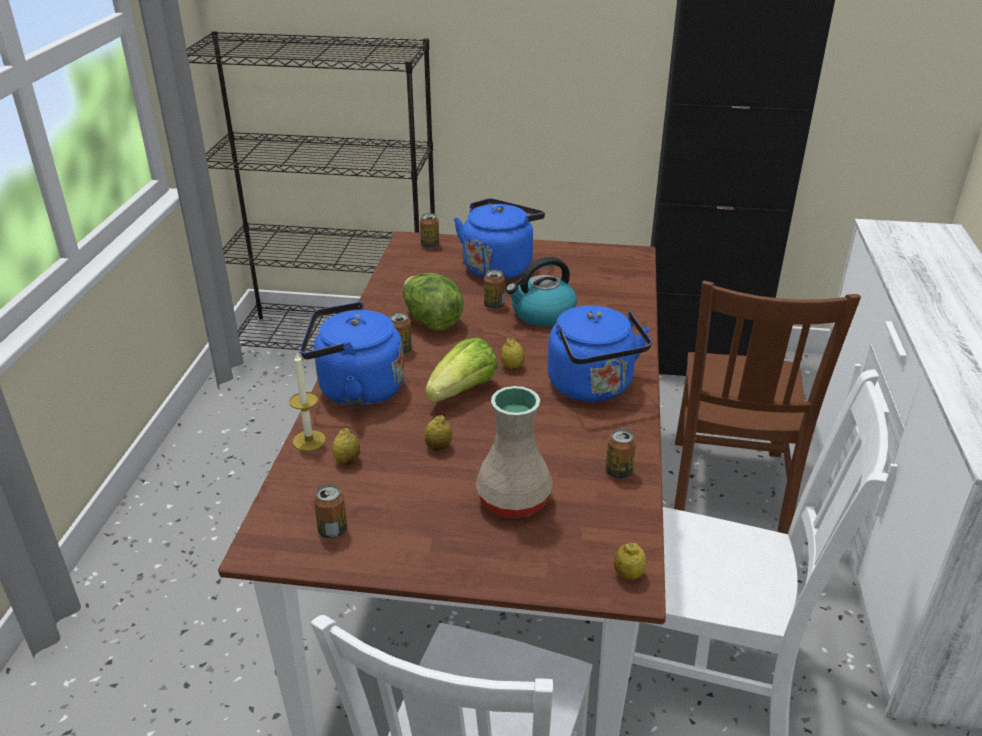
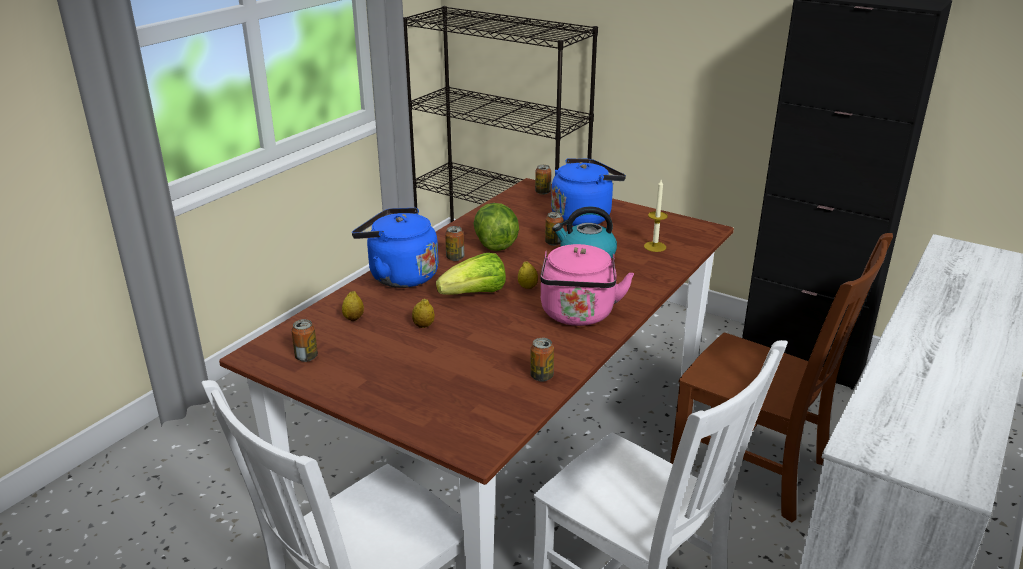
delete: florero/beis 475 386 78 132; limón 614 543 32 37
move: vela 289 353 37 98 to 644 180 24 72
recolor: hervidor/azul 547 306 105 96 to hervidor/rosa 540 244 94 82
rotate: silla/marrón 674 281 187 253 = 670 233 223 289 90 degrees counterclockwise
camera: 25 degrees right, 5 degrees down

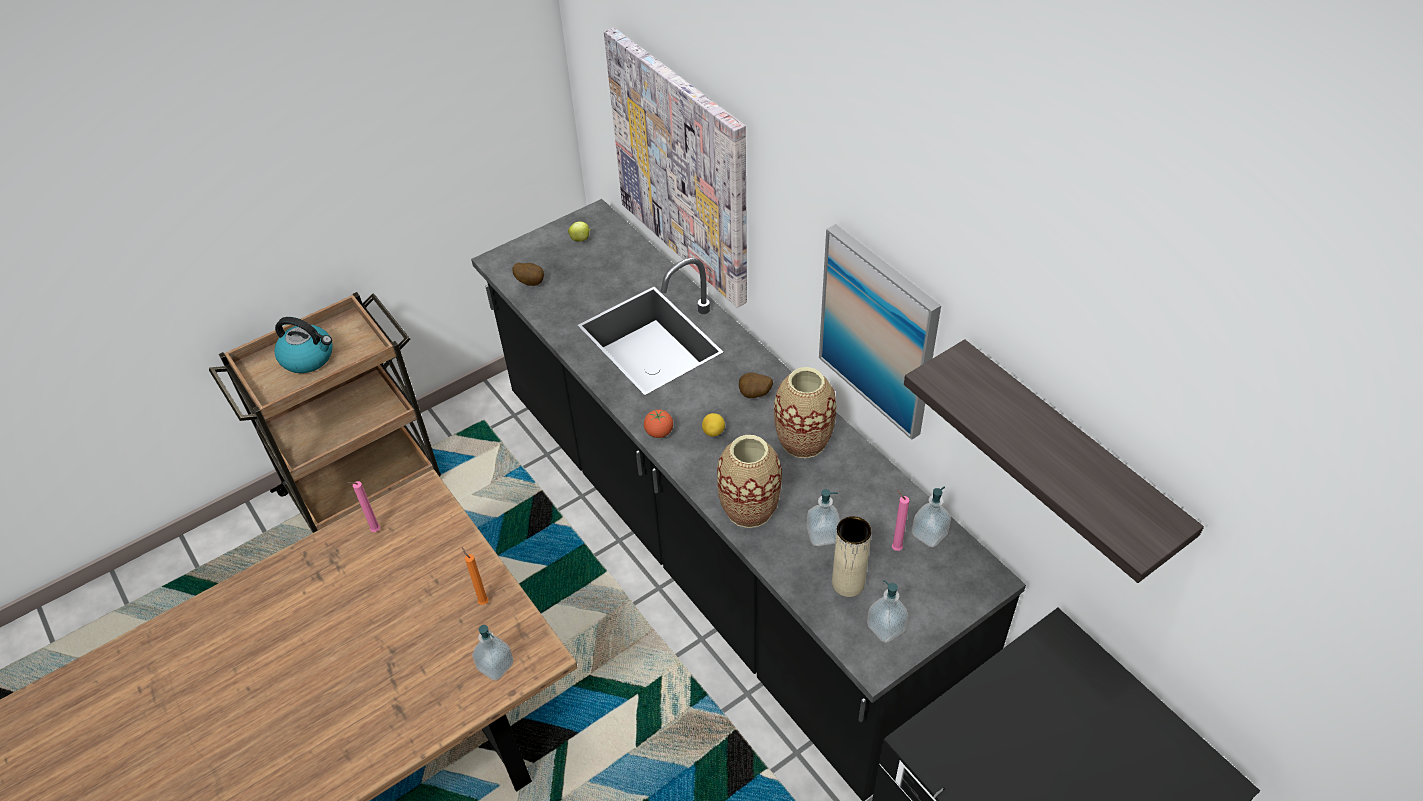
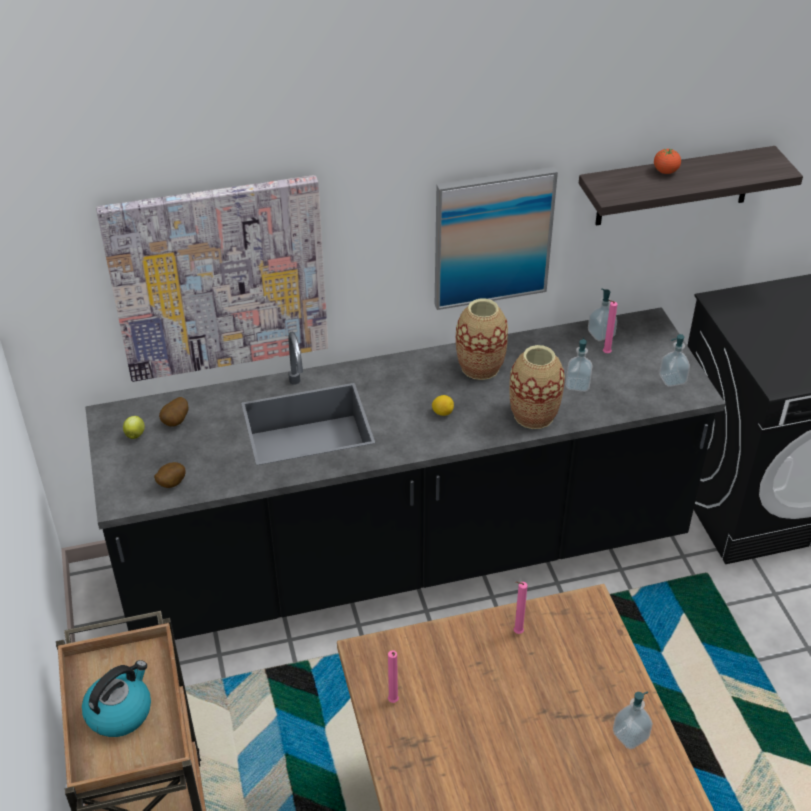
delete: florero/beis 832 516 40 81
move: patata 739 373 34 25 to 159 397 30 30; dispensador de jabón 472 625 42 56 to 613 691 40 58; tomate 644 410 29 28 to 654 149 27 25
recolor: vela/naranja 462 547 27 58 to vela/rosa 514 582 13 52
camera: 70 degrees left, 5 degrees down

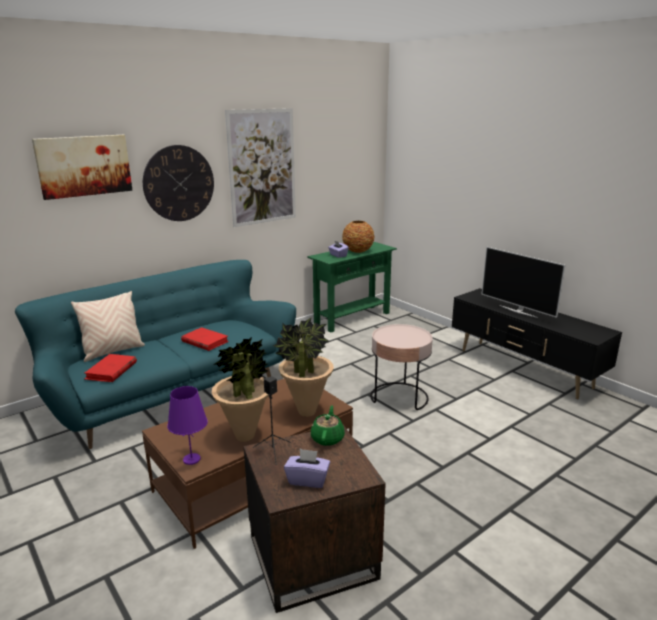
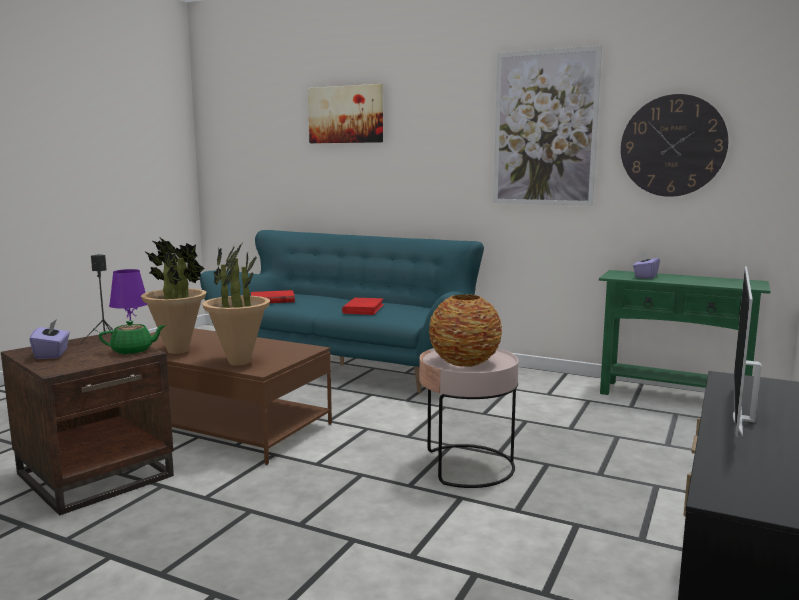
delete: cojín/beis 71 291 74 71
move: florero 342 221 33 32 to 429 294 73 73; reloj de pared 143 145 71 76 to 621 94 107 103
camera: 65 degrees right, 10 degrees down

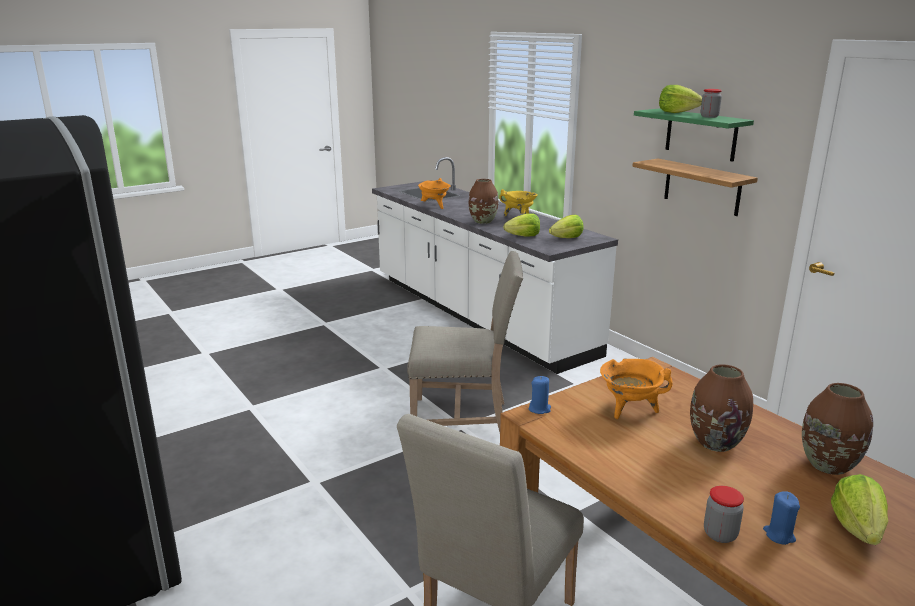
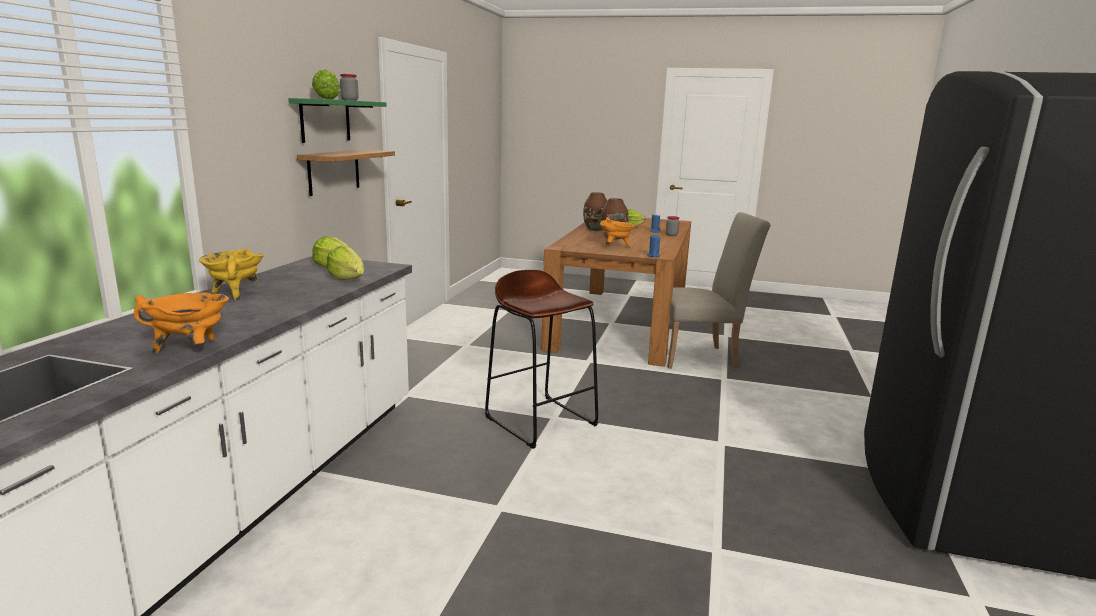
delete: florero/marrón 469 179 29 45
replace: silla/beis 407 251 116 181 to taburete/marrón 485 270 113 179
camera: 130 degrees left, 5 degrees down

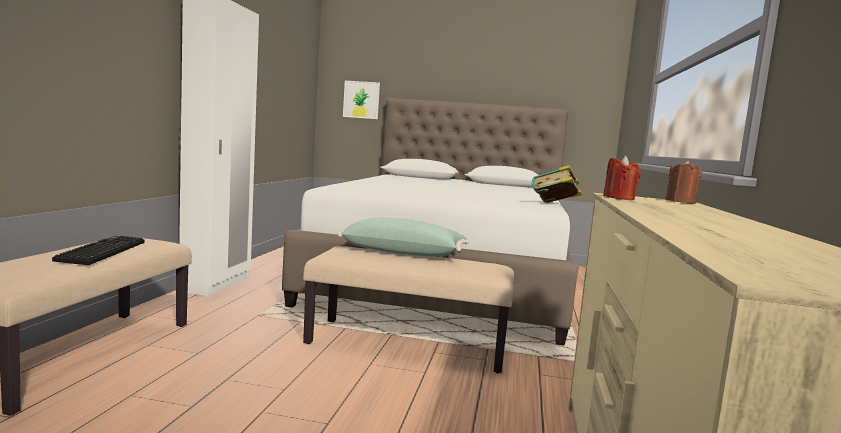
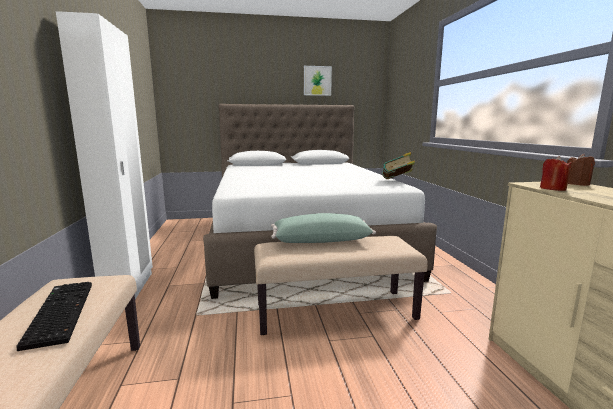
move: cuadro 343 81 37 38 to 304 66 28 30
camera: 20 degrees left, 5 degrees up

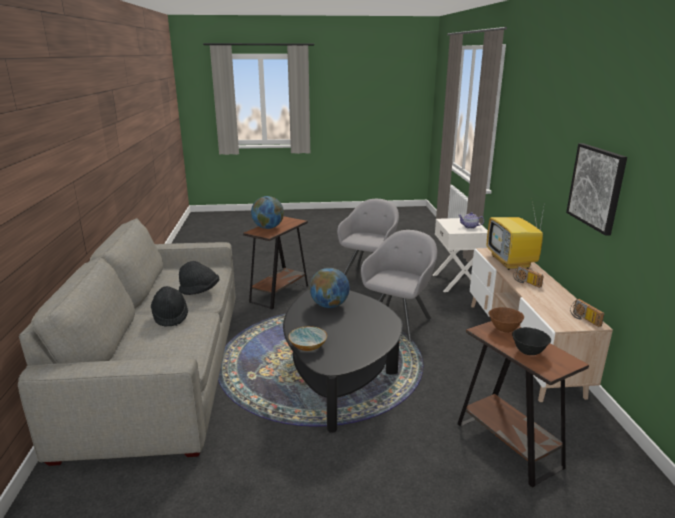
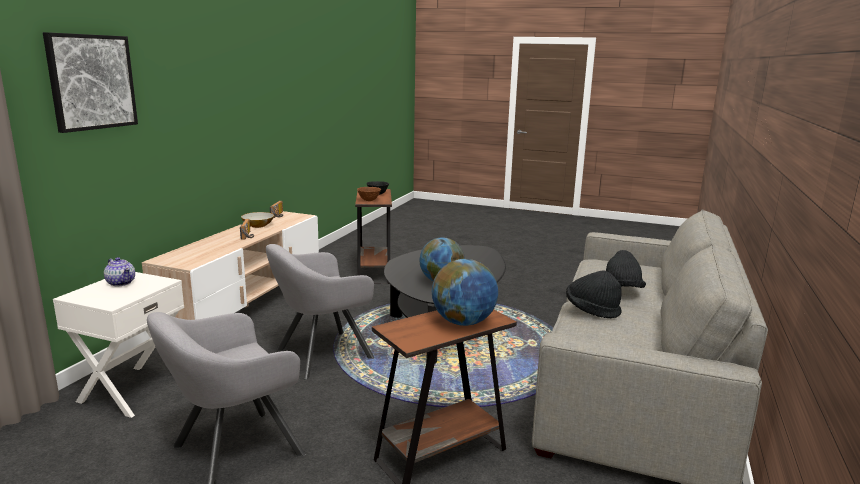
delete: televisor 487 207 57 63
move: cuadro 566 143 61 93 to 43 32 95 101; cuenco 288 326 39 25 to 241 212 33 16
camera: 155 degrees left, 5 degrees down

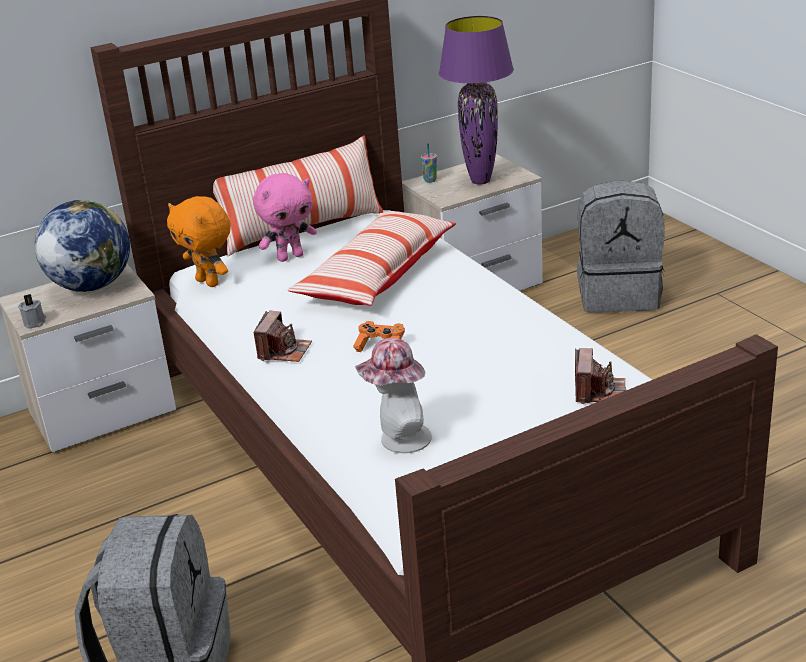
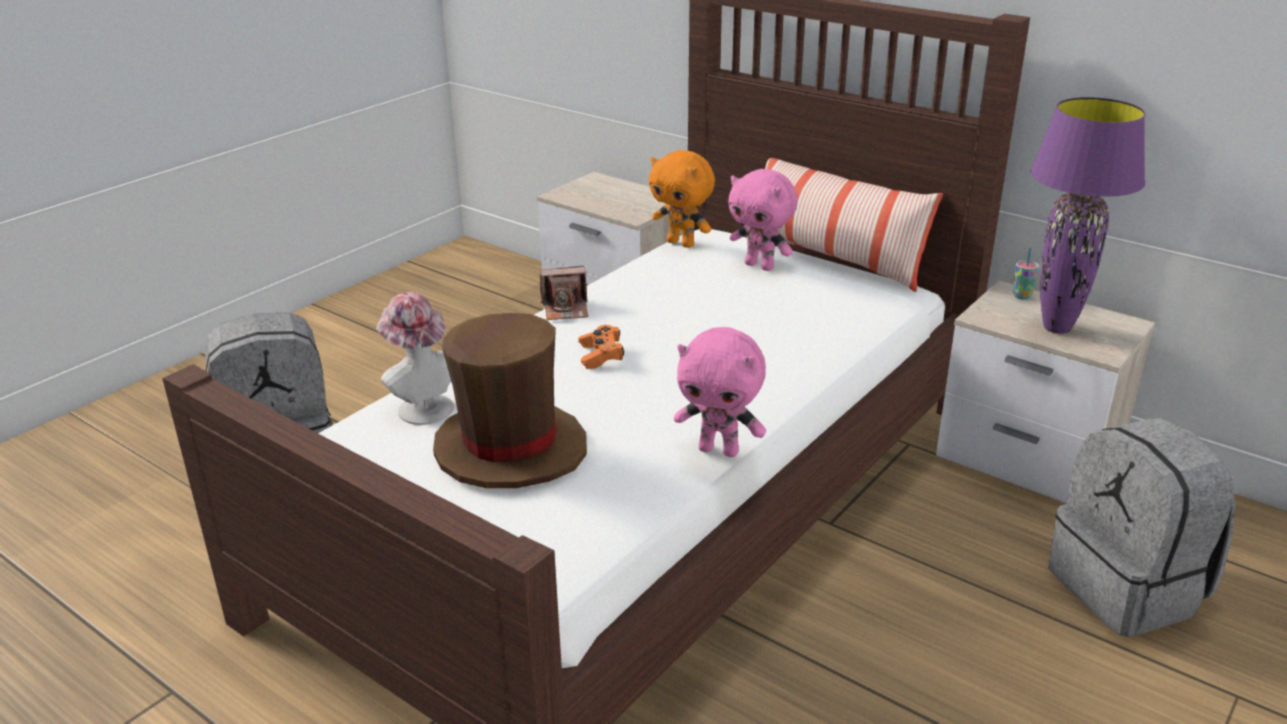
delete: vela/gris 18 294 28 35; globo terráqueo 35 200 95 92; cojín 288 211 168 95; cámara 575 348 51 56
insert: sombrero/marrón 433 313 154 175; peluche/rosa 674 327 92 130
rotate: peluche/naranja 167 196 64 91 = 649 150 66 98 75 degrees counterclockwise
camera: 65 degrees right, 0 degrees up

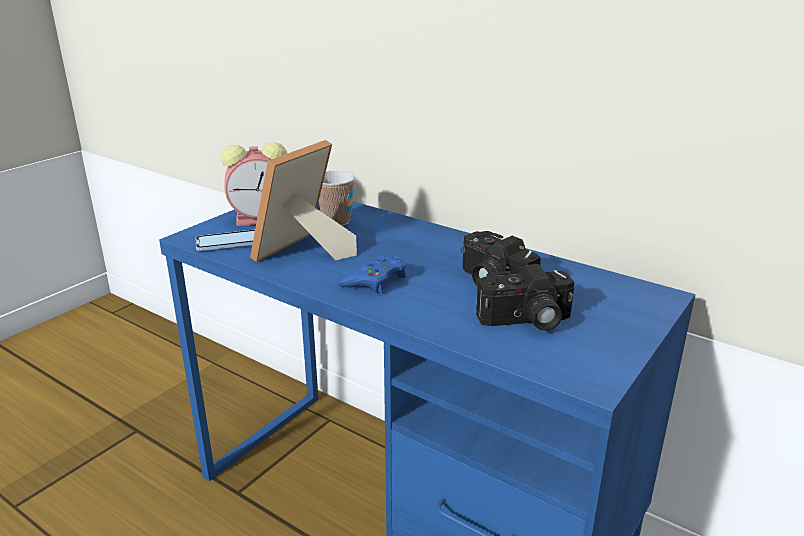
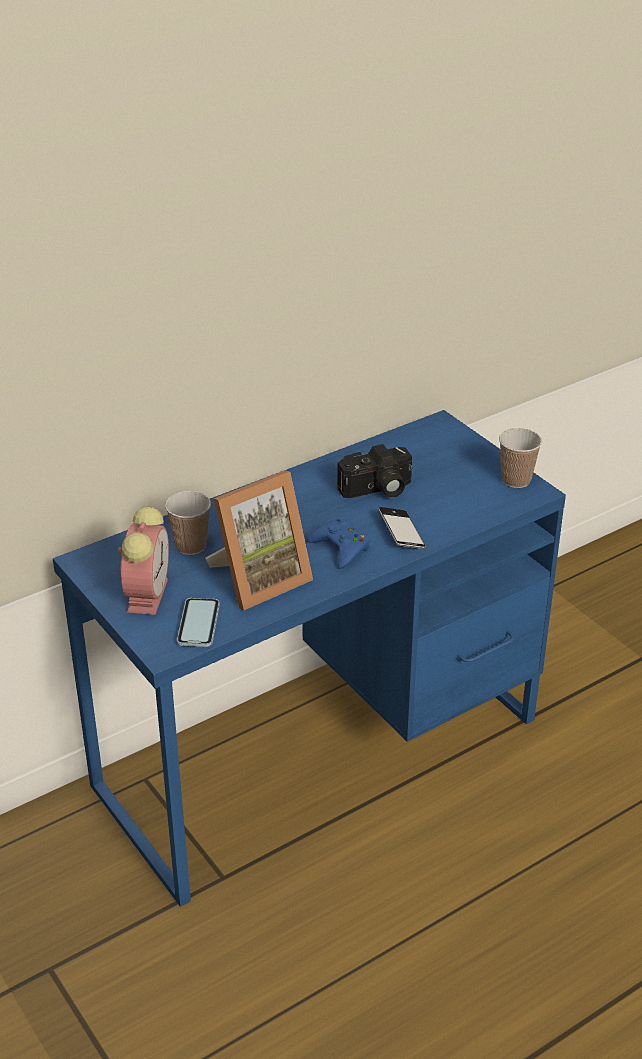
delete: cámara 476 264 98 67
insert: móvil 378 507 47 42; taza 499 428 43 60
rotate: portarretratos 250 140 107 122 = 205 470 108 140 90 degrees counterclockwise
camera: 70 degrees left, 10 degrees up

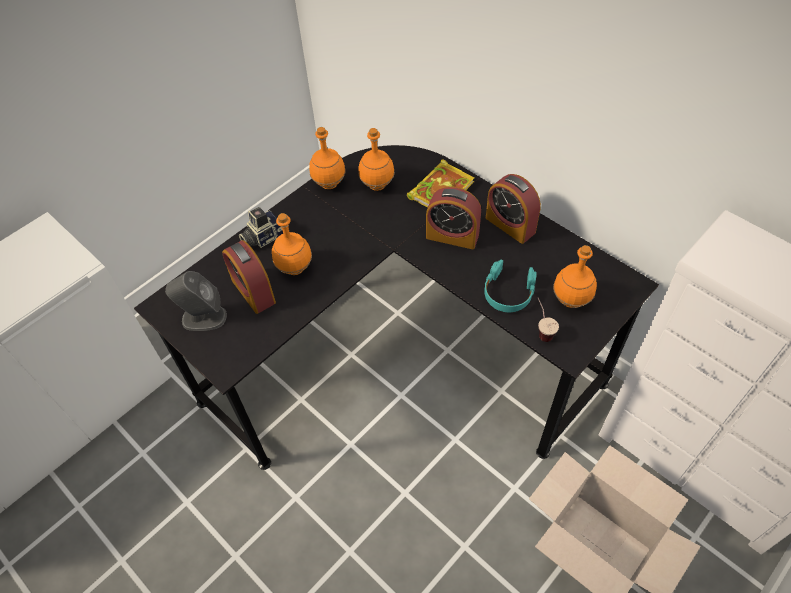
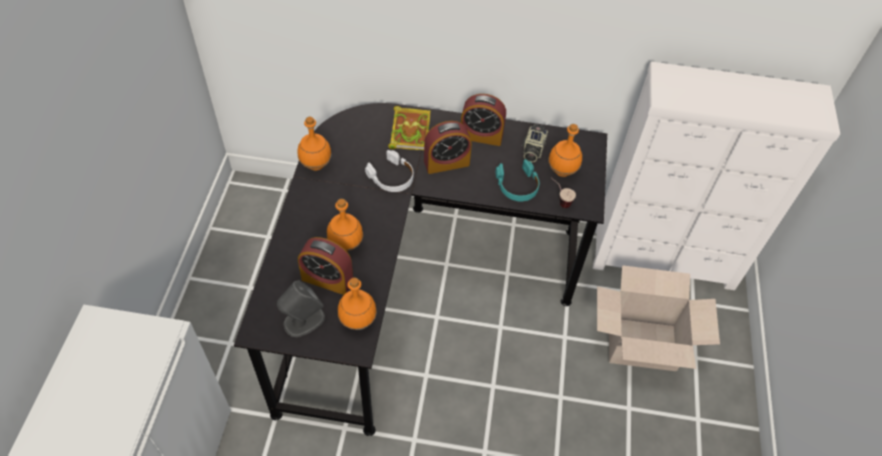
insert: auriculares/blanco 365 150 48 42
move: botella/naranja 358 128 37 63 to 338 278 39 52; cámara 239 207 44 41 to 522 124 26 38
camera: 40 degrees left, 0 degrees up

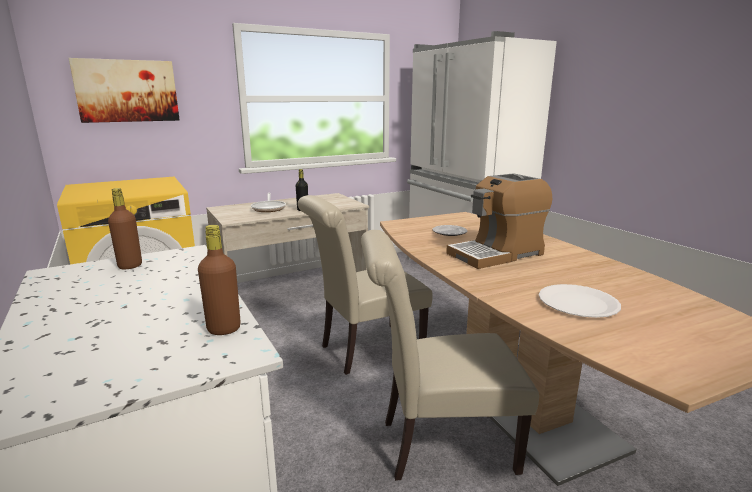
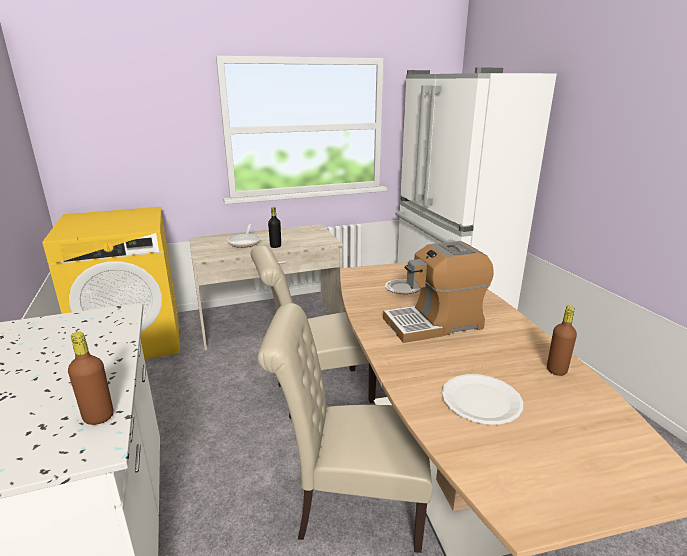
delete: cuadro 69 58 111 65
move: botella/marrón 108 188 34 81 to 547 306 30 70
camera: 10 degrees right, 5 degrees up

